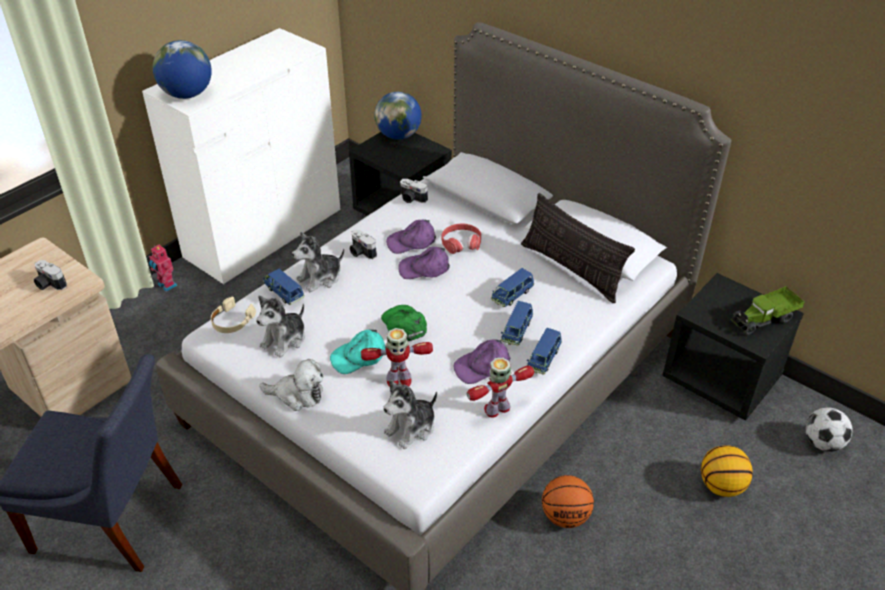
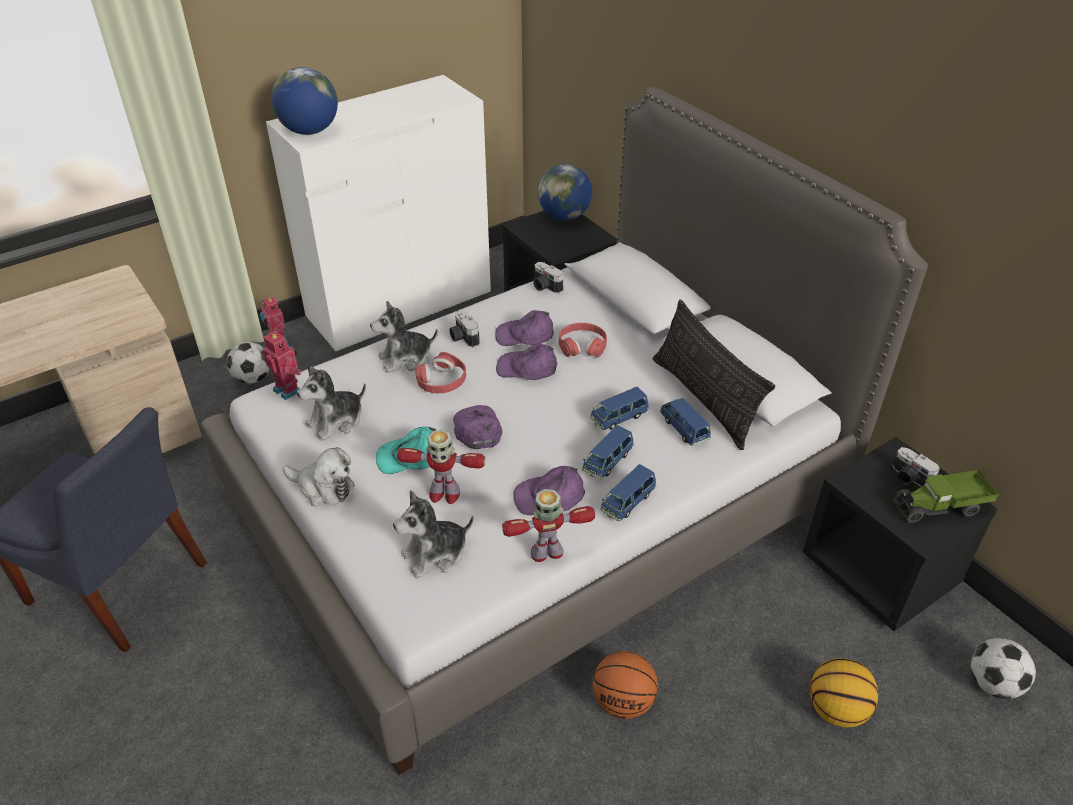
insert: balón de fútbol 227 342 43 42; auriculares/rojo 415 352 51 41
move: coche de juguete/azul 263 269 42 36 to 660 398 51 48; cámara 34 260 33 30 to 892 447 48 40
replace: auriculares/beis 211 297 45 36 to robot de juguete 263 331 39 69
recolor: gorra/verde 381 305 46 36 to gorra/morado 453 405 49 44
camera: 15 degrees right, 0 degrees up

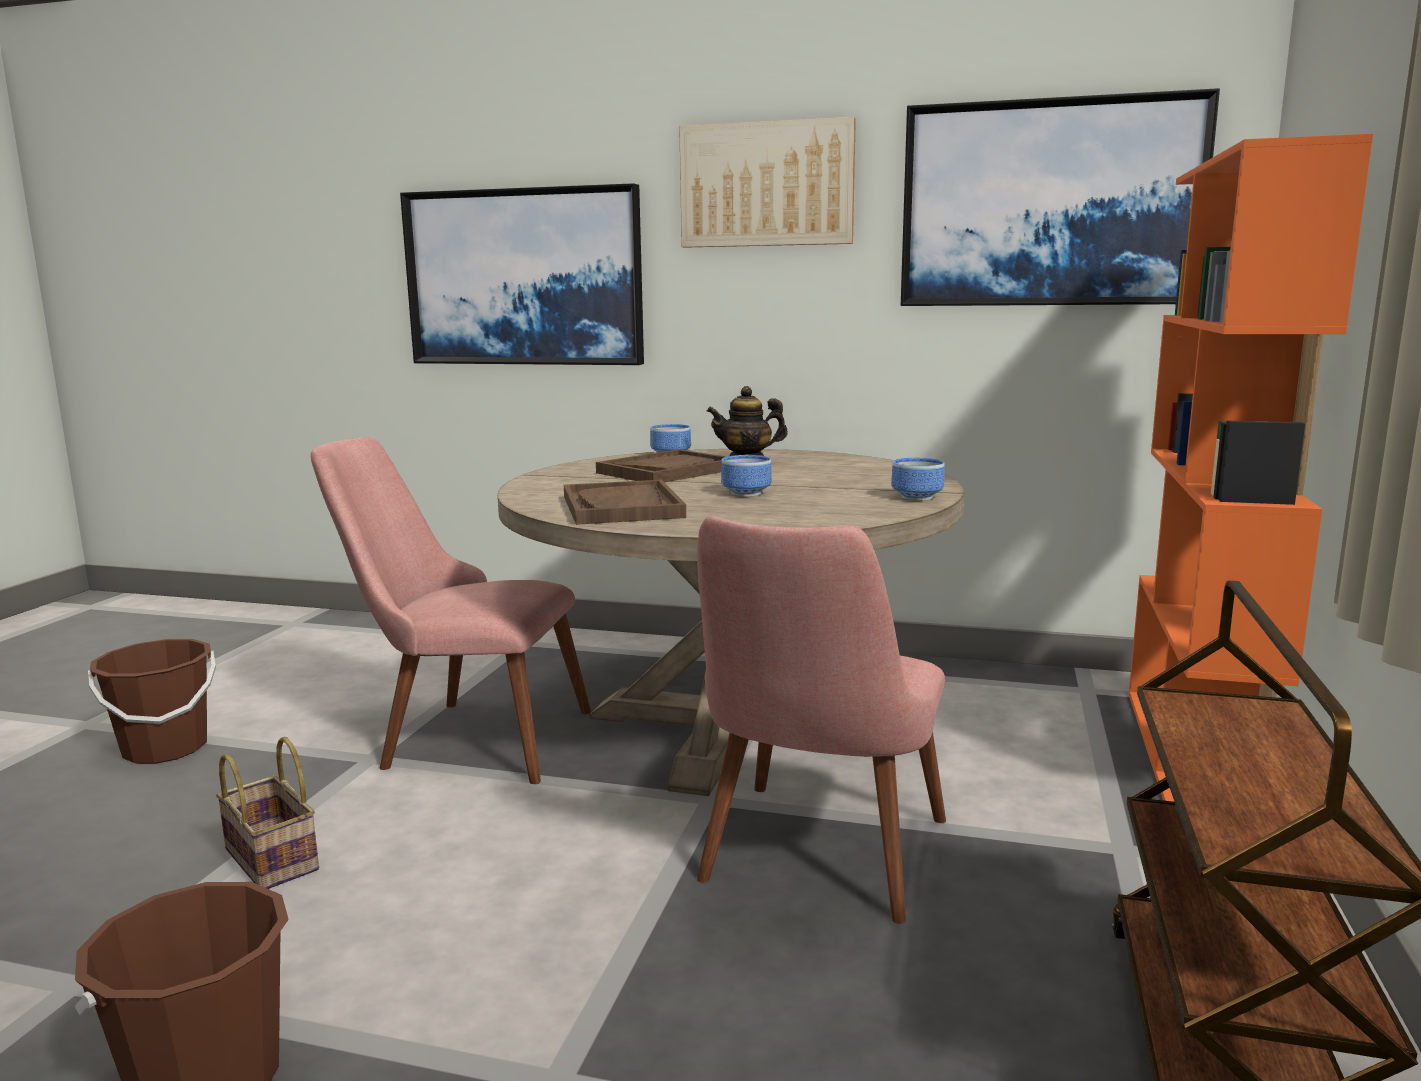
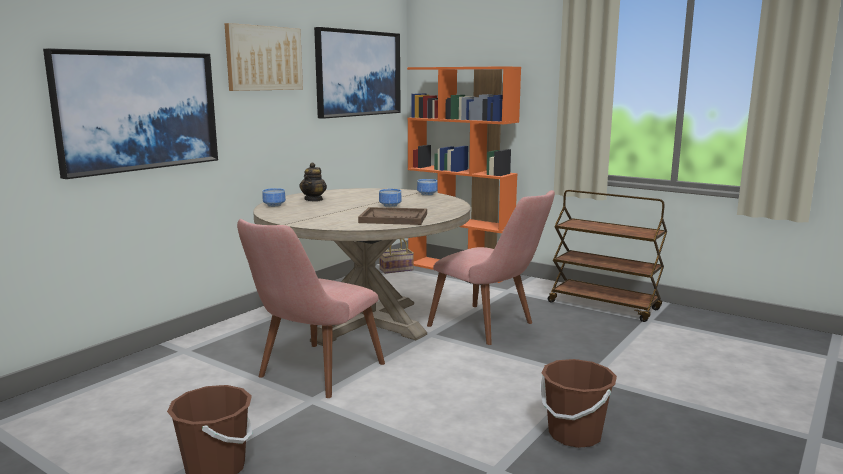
delete: bandeja/marrón 596 449 130 33
move: cesta 216 737 103 152 to 379 239 35 35
camera: 70 degrees left, 0 degrees up

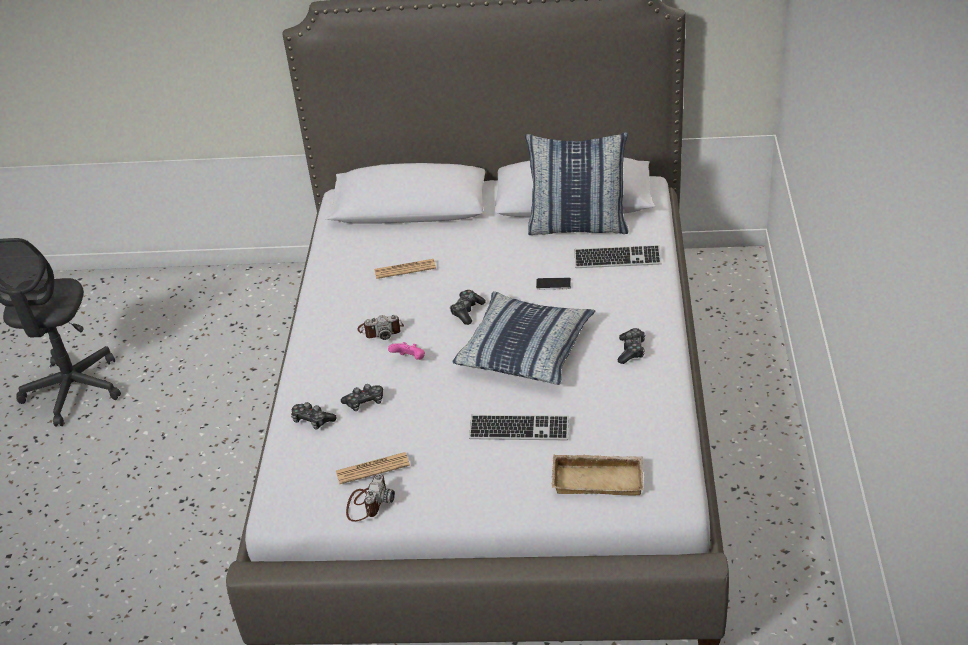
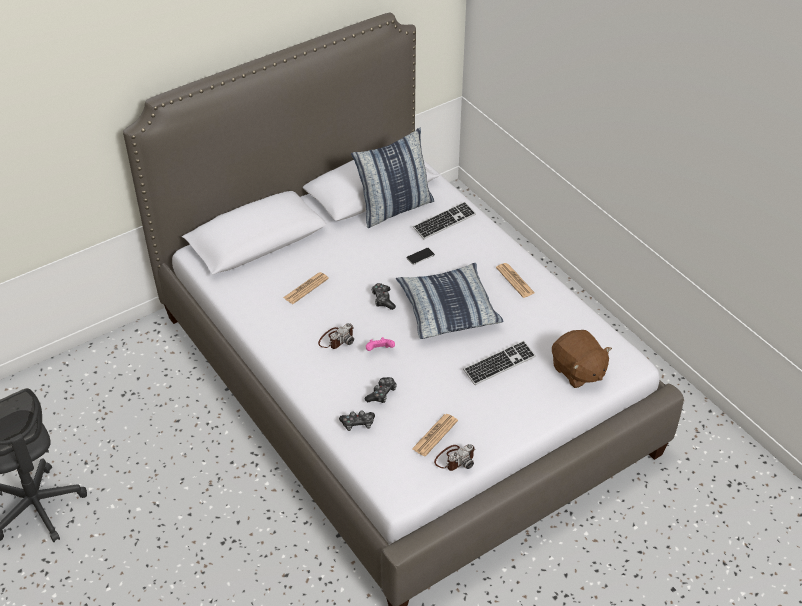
replace: mando de consola 618 328 27 36 to periódico 496 263 39 35; bandeja/beis 551 454 93 41 to peluche/marrón 552 330 60 58
rotate: cámara 346 474 49 48 = 434 444 41 27 75 degrees clockwise
camera: 40 degrees left, 5 degrees up

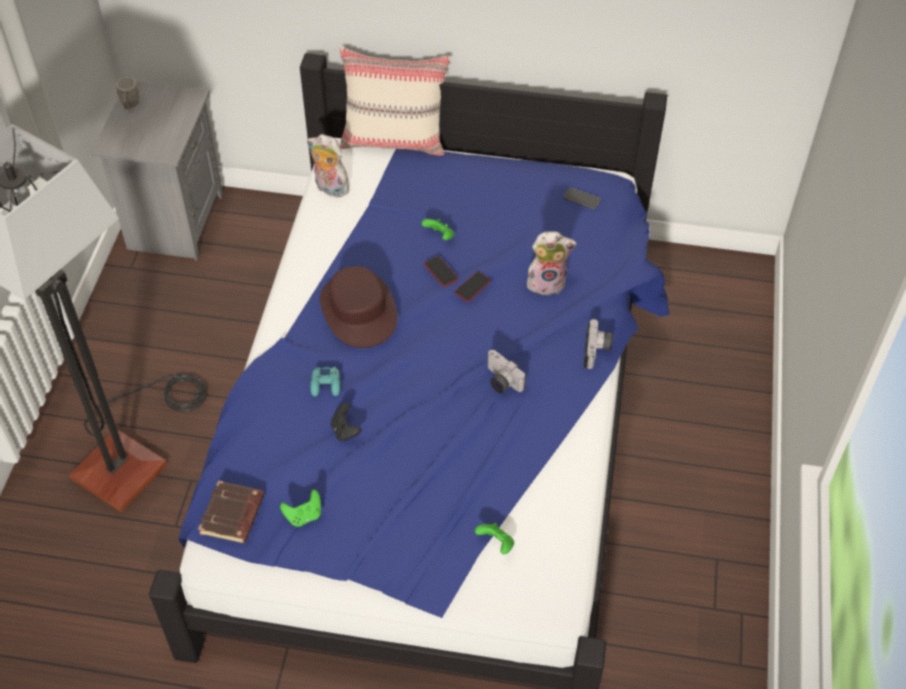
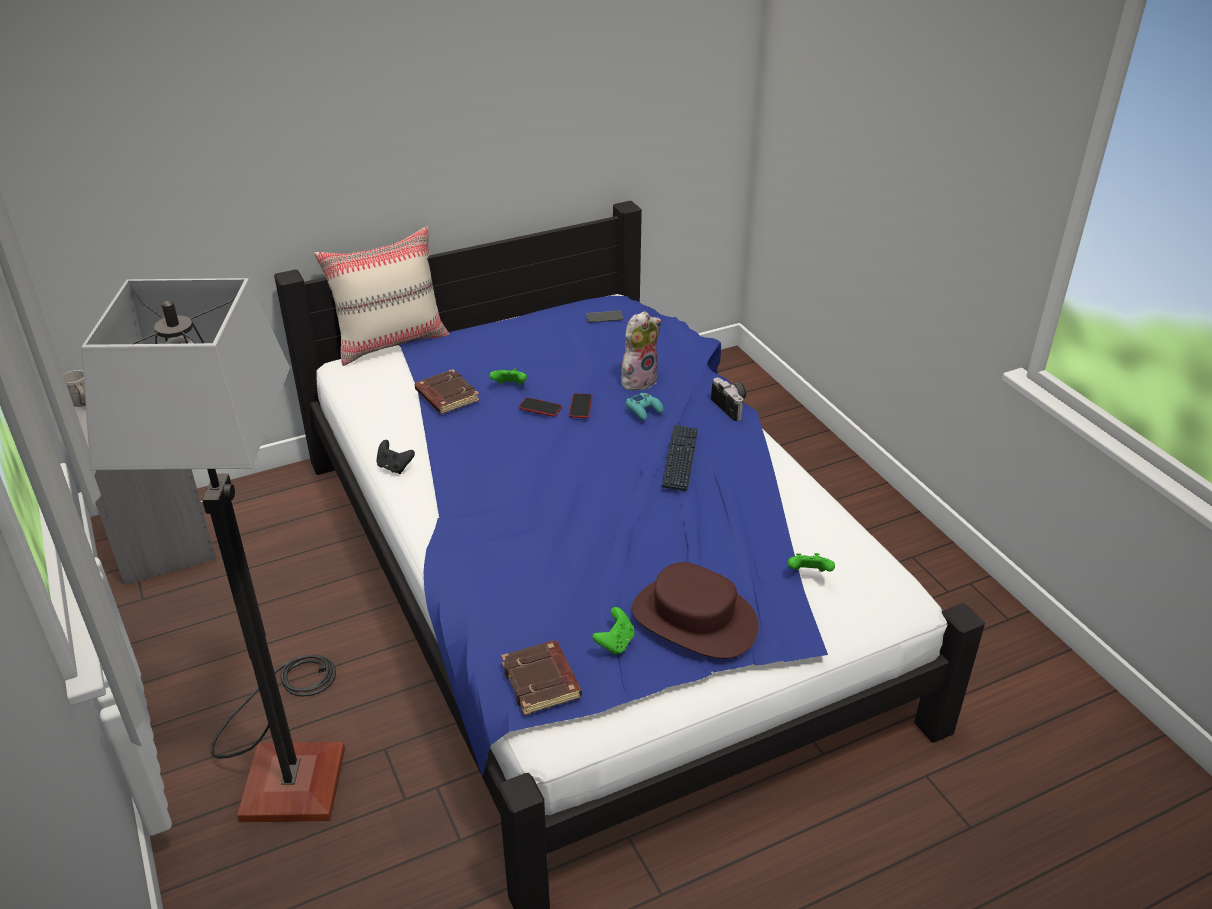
delete: peluche 307 134 47 63
insert: libro/marrón 415 369 65 45
move: mando de consola/negro 331 403 31 38 to 376 440 39 34; mando de consola/turquesa 310 367 30 30 to 626 393 37 27; sombrero/marrón 320 266 77 82 to 632 562 127 97
replace: cámara 488 350 38 43 to teclado 662 425 36 66
camera: 35 degrees left, 15 degrees down

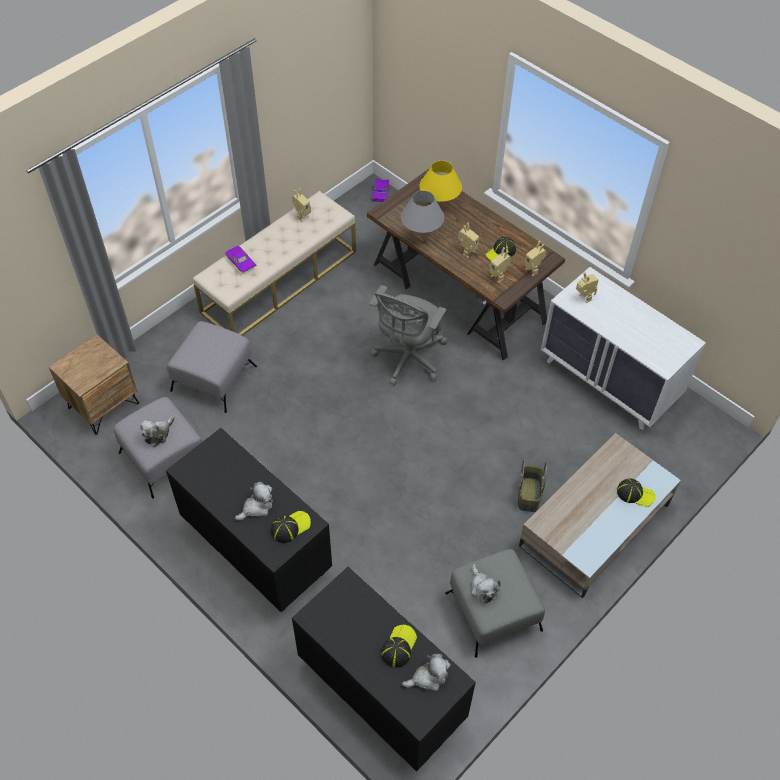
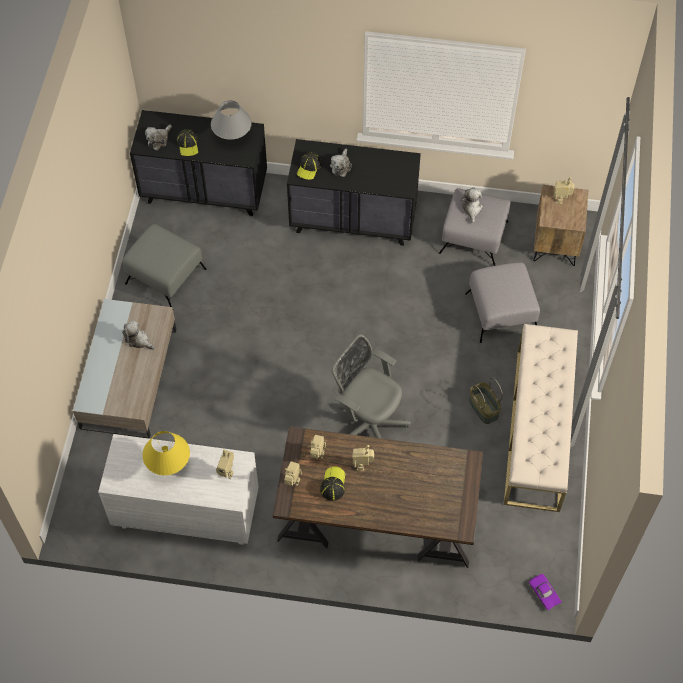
delete: coche de juguete/morado 225 246 31 27; gorra 617 478 39 29
move: peluche 471 564 30 39 to 122 320 33 30; lámpara de mesa/amarillo 420 161 42 43 to 143 431 47 44; lámpara de mesa/gris 401 191 43 43 to 211 100 41 40; cesta 518 459 29 53 to 469 377 34 47; robot de juguete 292 188 19 34 to 554 177 20 27
rotate: silla de oficina/gris 370 285 78 101 = 332 334 79 104 45 degrees counterclockwise
camera: 145 degrees right, 5 degrees up

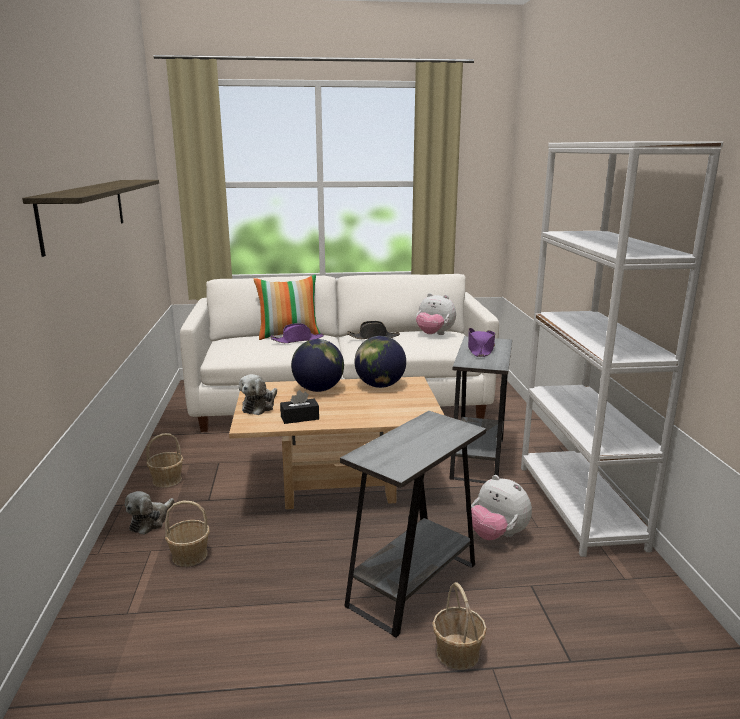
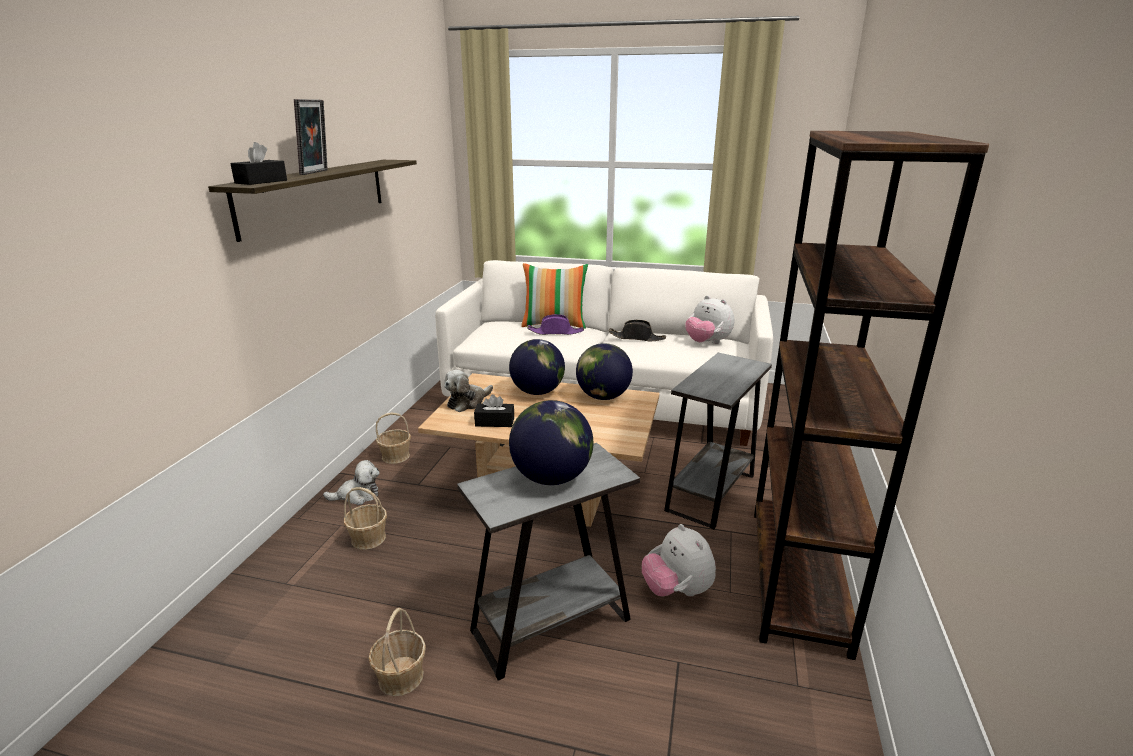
delete: sombrero/morado 468 328 27 29
insert: caja de pañuelos/negro 230 142 57 43; portarretratos 294 99 34 76; globo terráqueo 509 400 85 85
move: cesta 432 582 55 88 to 368 608 58 88
recolor: estantería/blanco 521 141 202 416 to estantería/marrón 754 131 235 529
rotate: peluche 125 491 49 44 = 323 460 57 45 150 degrees counterclockwise
camera: 20 degrees right, 5 degrees up

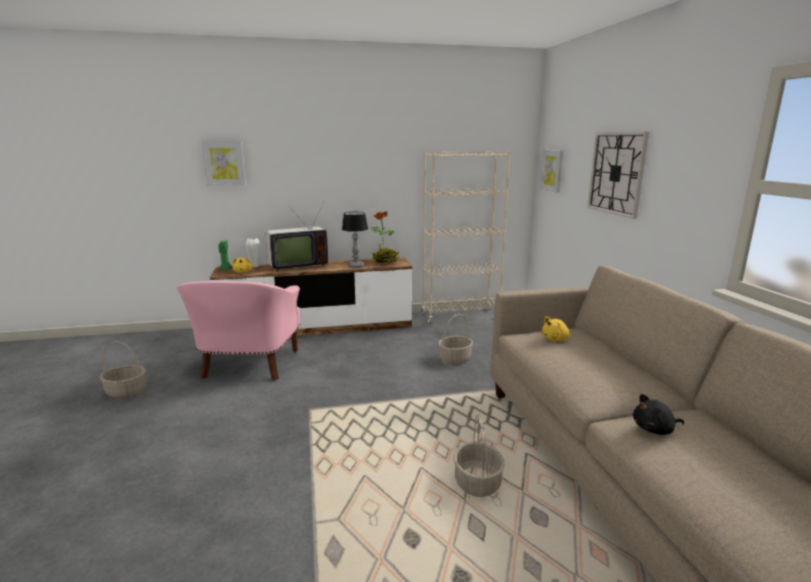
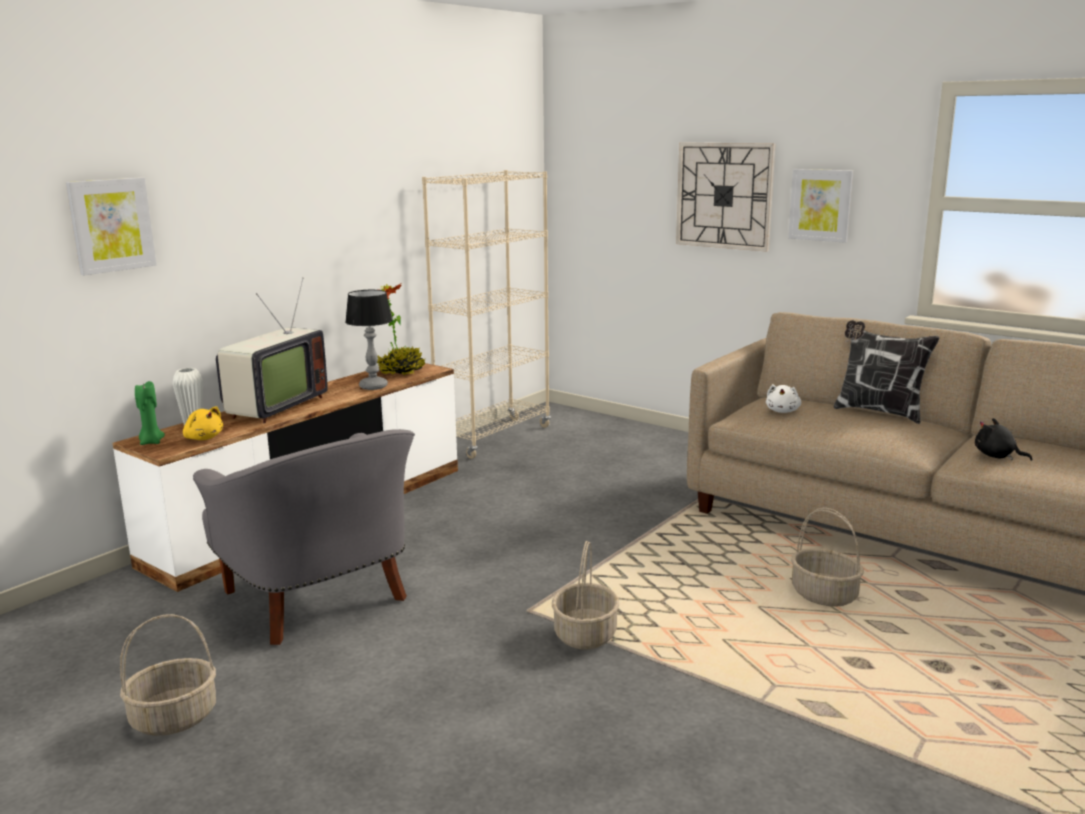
insert: cojín 834 320 106 104
move: cesta 438 314 35 50 to 552 541 67 109; cuadro 540 150 23 43 to 788 169 65 74
recolor: sillón/rosa 176 281 124 99 to sillón/gris 193 429 222 216; peluche/amarillo 542 316 29 25 to peluche/blanco 766 384 35 29
rotate: peluche/negro 633 394 51 41 = 975 418 57 43 90 degrees clockwise
camera: 40 degrees left, 0 degrees up

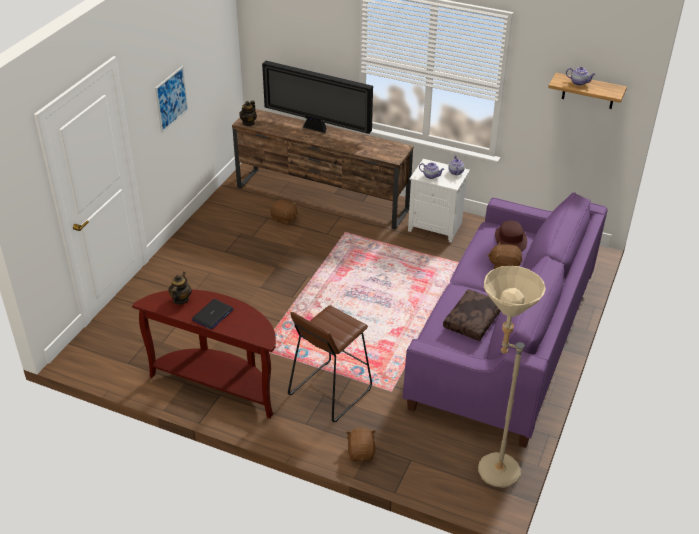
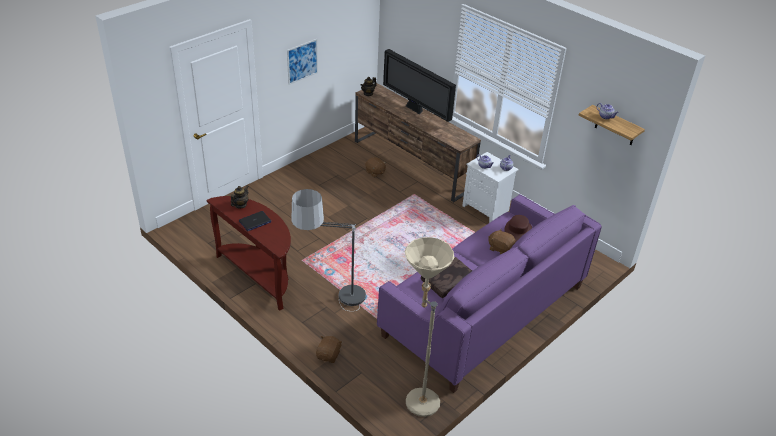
replace: taburete/marrón 288 305 84 117 to lámpara de pie 291 189 75 122
camera: 20 degrees right, 0 degrees up

